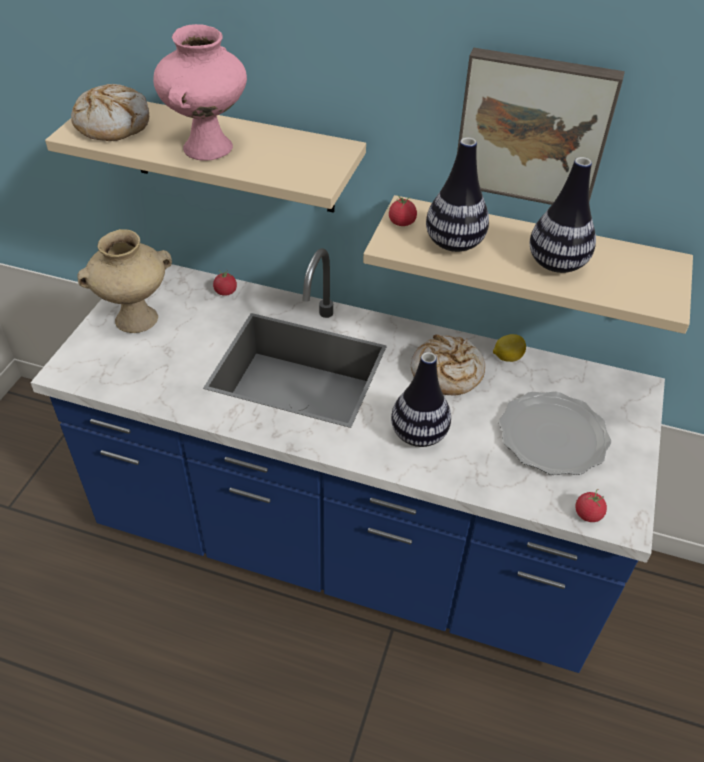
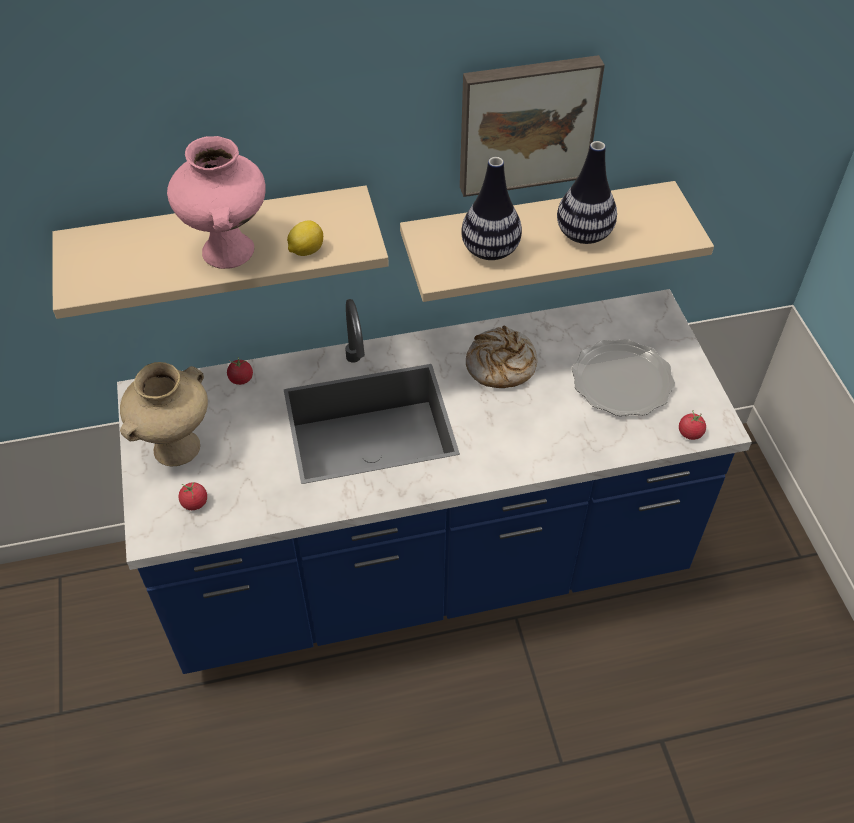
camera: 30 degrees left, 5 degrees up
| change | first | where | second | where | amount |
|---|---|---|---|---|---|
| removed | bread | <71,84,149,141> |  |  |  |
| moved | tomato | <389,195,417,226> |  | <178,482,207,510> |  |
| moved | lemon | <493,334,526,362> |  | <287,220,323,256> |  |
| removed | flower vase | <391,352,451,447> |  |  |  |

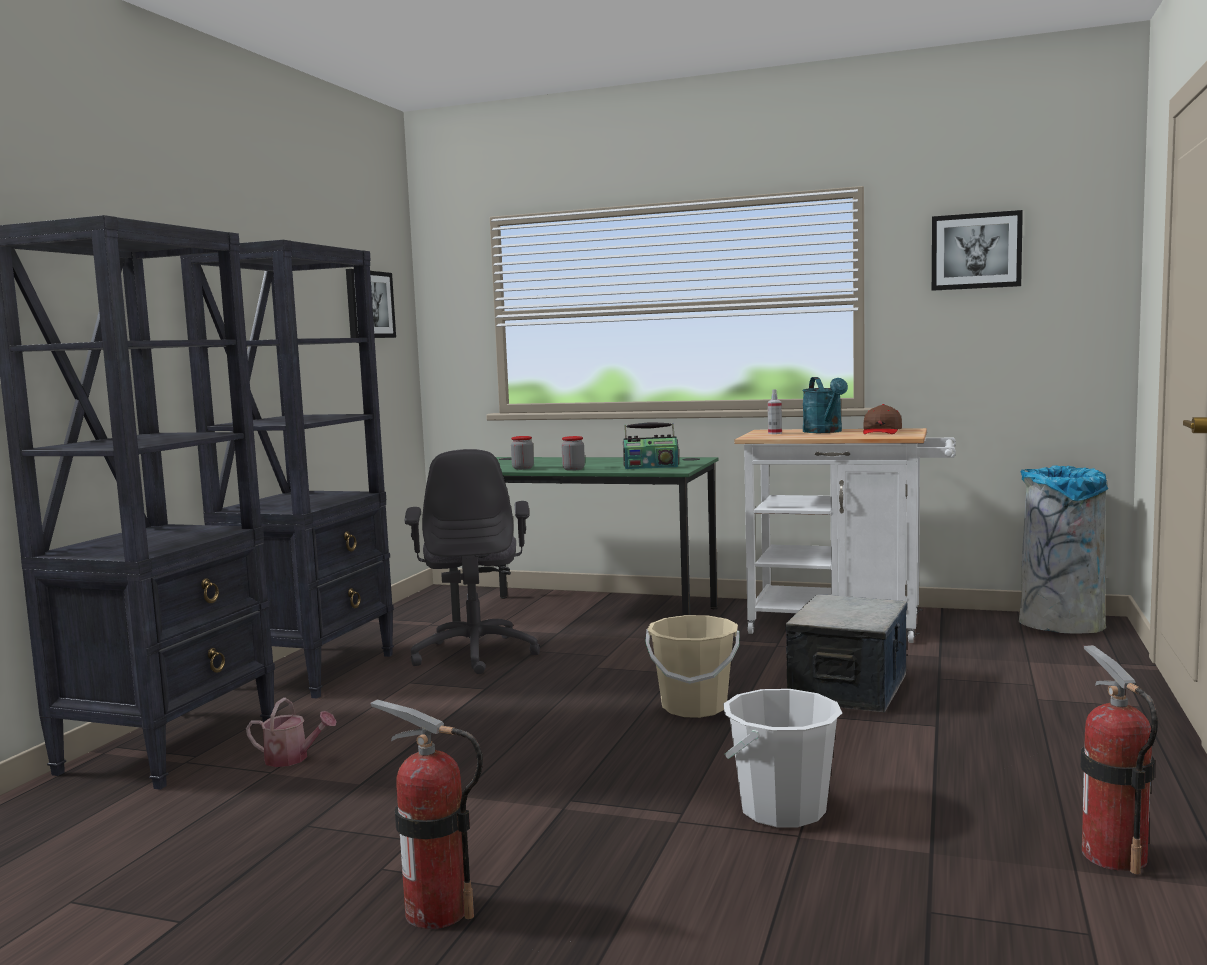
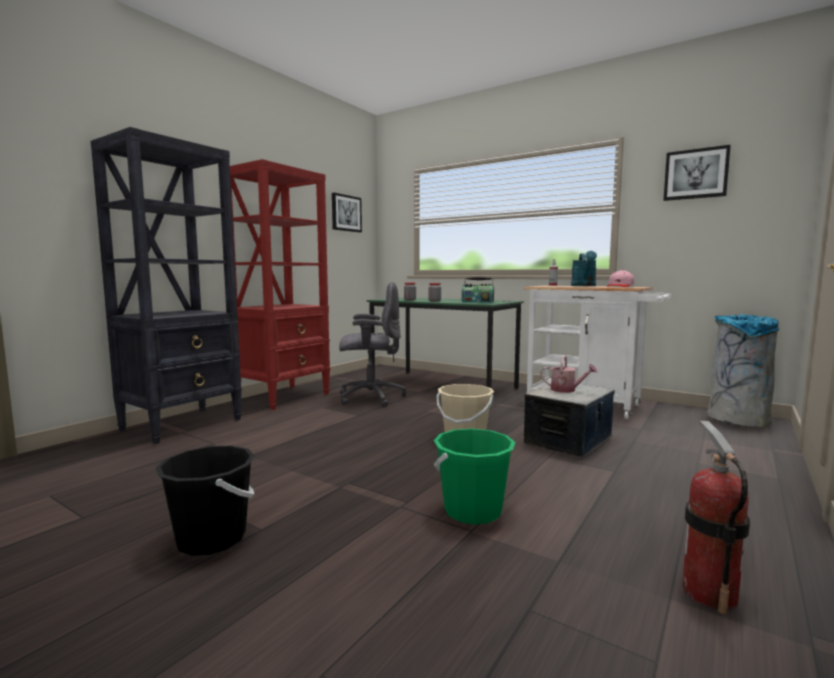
camera: 15 degrees right, 0 degrees up
| change | first | where | second | where | amount |
|---|---|---|---|---|---|
| recoloured | black shelving unit | <180,240,394,699> | red-coloured shelving unit | <230,159,330,410> |  |
| recoloured | brownish peaked cap | <863,404,902,434> | pink peaked cap | <606,270,634,287> |  |
| turned | greyish desk chair | <405,449,540,674> |  | <339,282,406,406> | 105 degrees counterclockwise |
| recoloured | white-coloured water bucket | <723,689,842,828> | green water bucket | <434,428,516,525> |  |
| moved | watering pot | <246,698,337,767> |  | <540,355,598,393> |  |
| replaced | extinguisher | <370,699,483,929> | black water bucket | <155,445,255,556> |  |

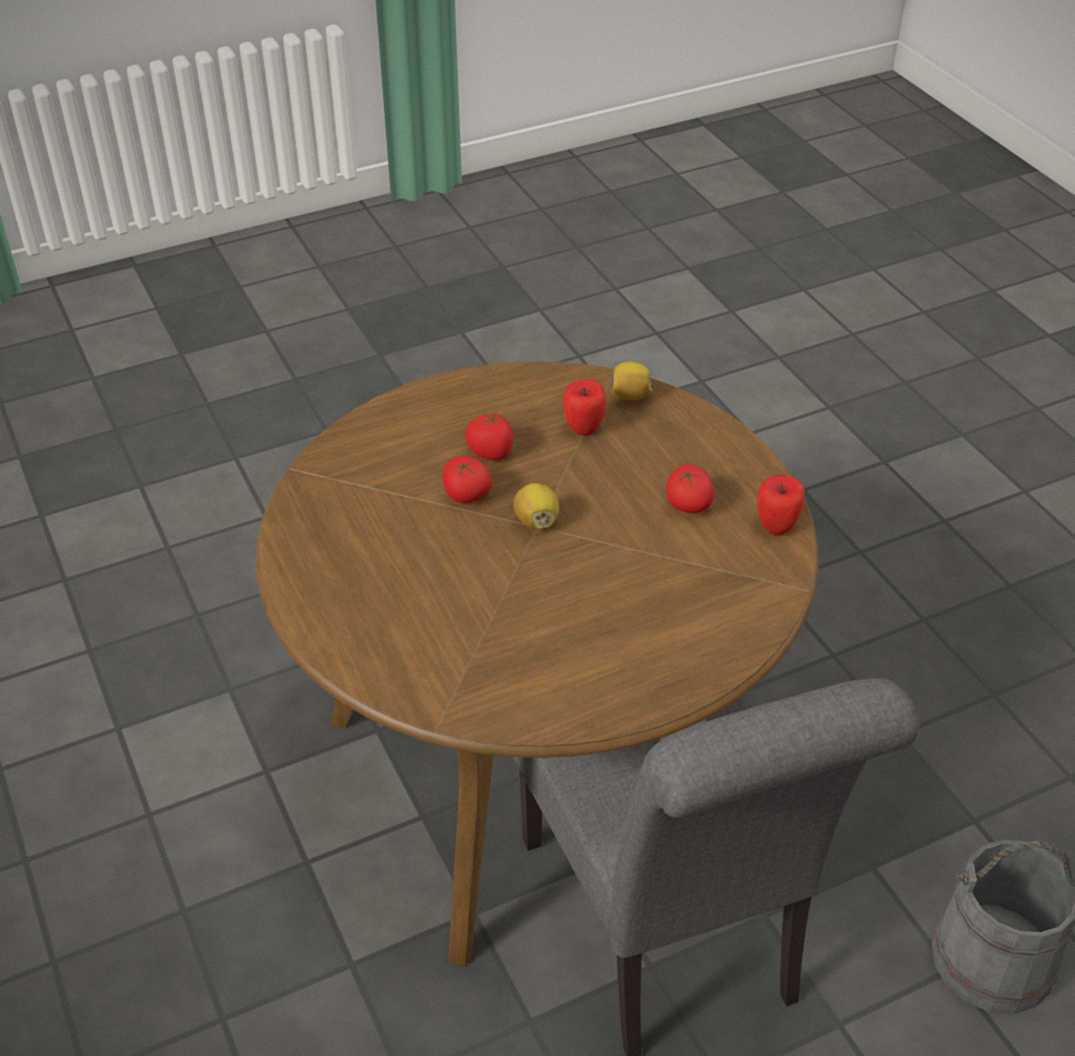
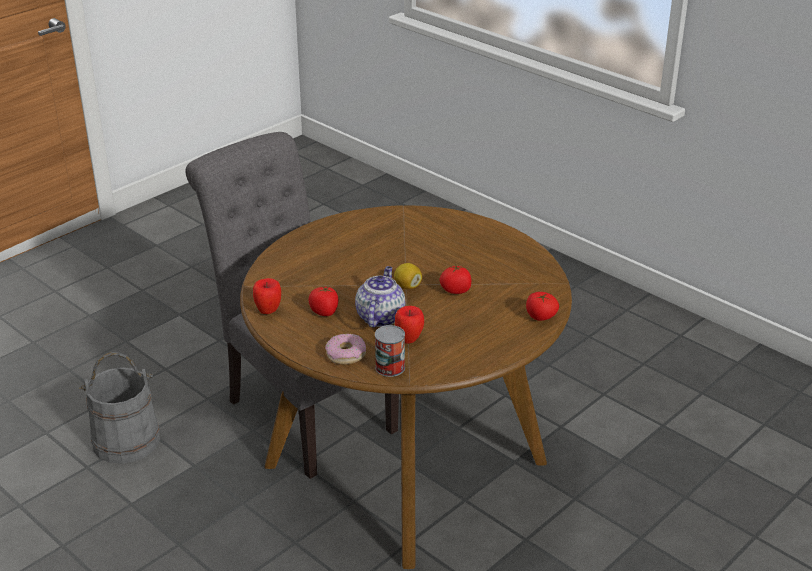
camera: 160 degrees right, 10 degrees down
| change | first | where | second | where | amount |
|---|---|---|---|---|---|
| replaced | lemon | <612,362,652,400> | can | <375,325,405,377> |  |
| moved | tomato | <465,411,513,460> |  | <526,292,559,321> |  |
| added |  |  | pot for tea | <355,266,405,327> |  |
| added |  |  | donut | <325,334,366,365> |  |

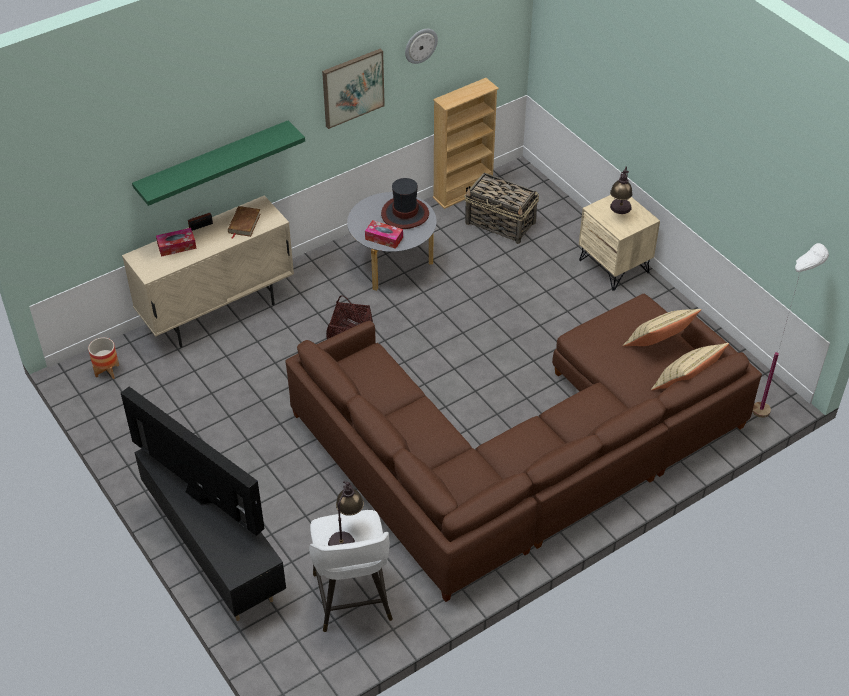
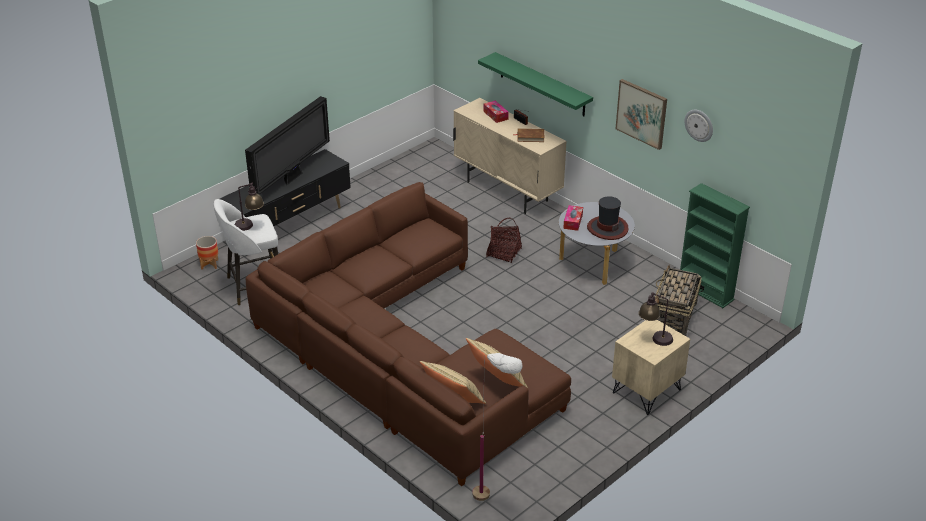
camera: 80 degrees right, 10 degrees down
| change | first | where | second | where | amount |
|---|---|---|---|---|---|
| recoloured | beige-coloured shelving unit | <433,78,499,209> | green shelving unit | <680,183,750,308> |  |
| moved | plant pot | <88,338,119,379> |  | <196,236,218,269> |  |

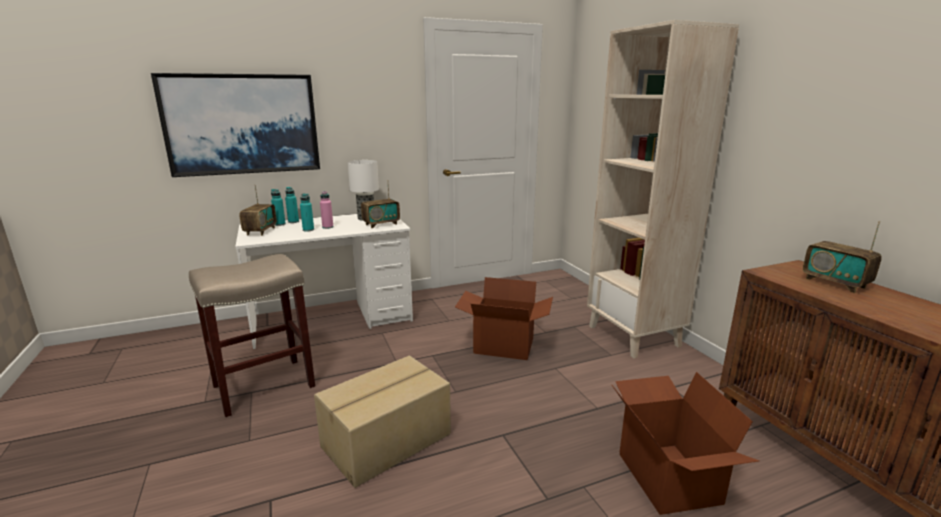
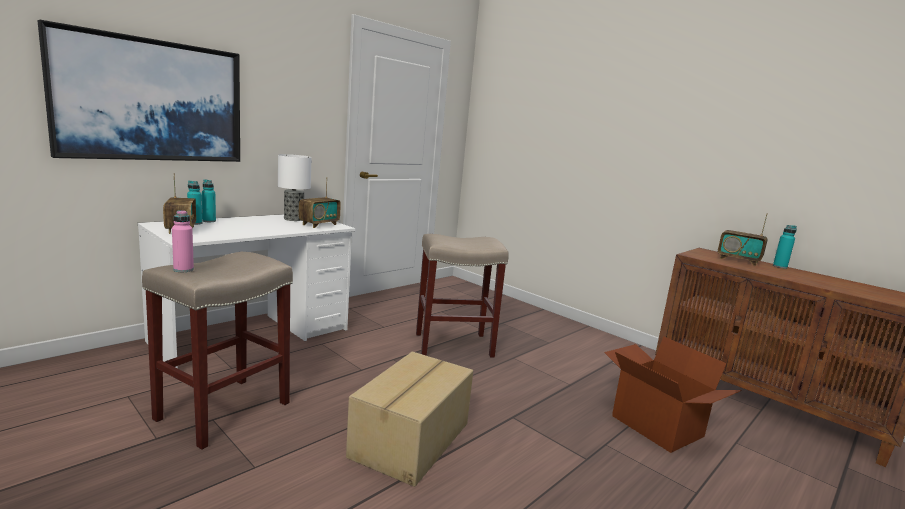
camera: 25 degrees left, 5 degrees down
| change | first | where | second | where | amount |
|---|---|---|---|---|---|
| removed | beige-coloured shelving unit | <587,20,739,358> |  |  |  |
| moved | pink drink bottle | <320,191,334,229> |  | <172,210,194,272> |  |
| moved | turquoise-coloured drink bottle | <300,193,314,232> |  | <773,225,797,269> |  |
| replaced | packing box | <455,277,553,360> | beige-coloured sitting stool | <416,234,509,357> |  |

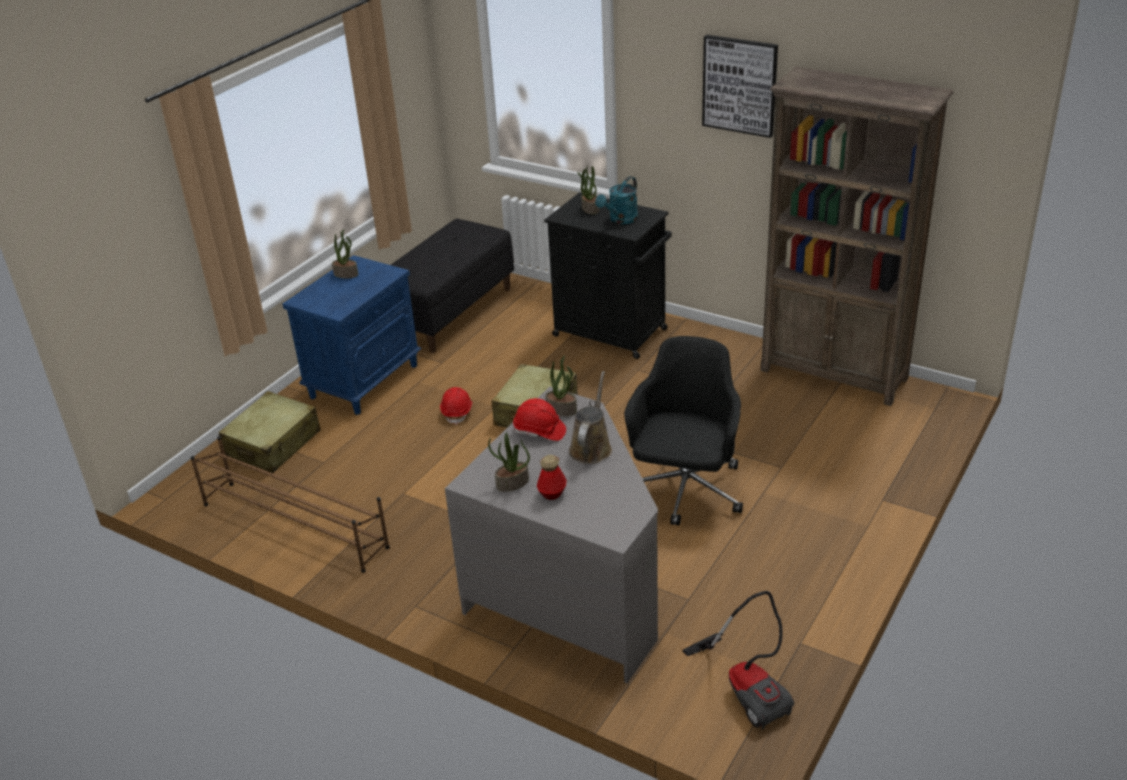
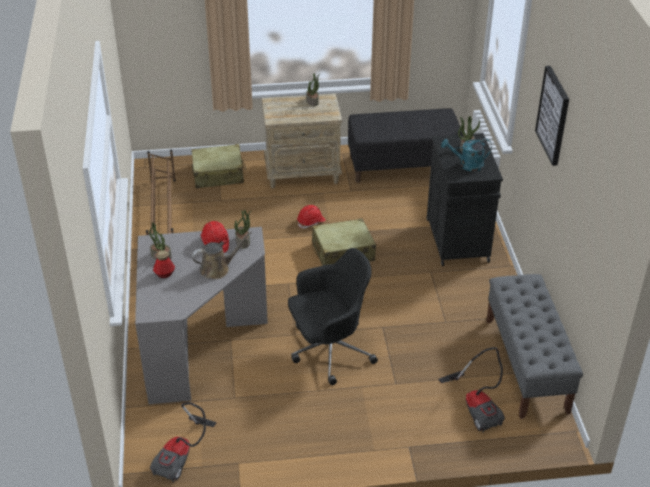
camera: 50 degrees right, 5 degrees up
| change | first | where | second | where | amount |
|---|---|---|---|---|---|
| replaced | brownish shelving unit | <760,67,954,406> | greyish bench | <486,274,583,419> |  |
| recoloured | blue bedside table | <283,255,422,415> | beige-coloured bedside table | <262,93,342,188> |  |
| added |  |  | vacuum | <438,347,505,433> |  |

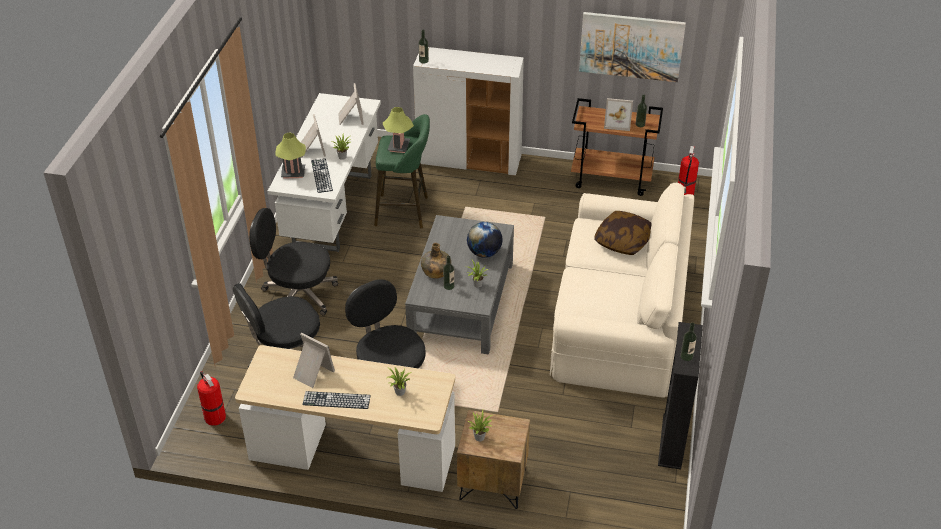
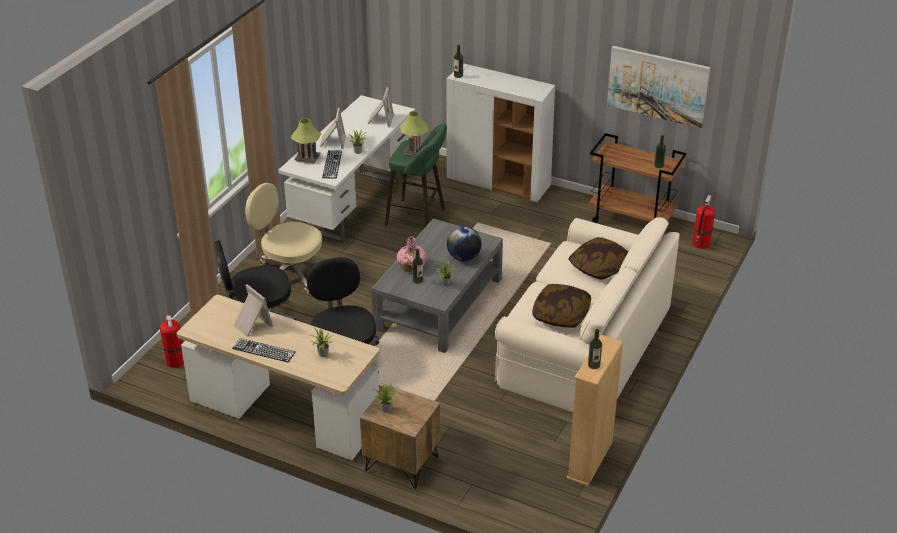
camera: 15 degrees right, 5 degrees down
| change | first | where | second | where | amount |
|---|---|---|---|---|---|
| removed | photo frame | <604,98,633,131> |  |  |  |
| recoloured | black desk chair | <249,208,338,316> | beige-coloured desk chair | <245,183,322,294> |  |
| recoloured | green drink bottle | <421,243,451,279> | pink drink bottle | <397,236,426,272> |  |
| recoloured | black shelving unit | <658,322,703,470> | beige-coloured shelving unit | <566,335,623,486> |  |
| added |  |  | pillow | <532,284,591,328> |  |

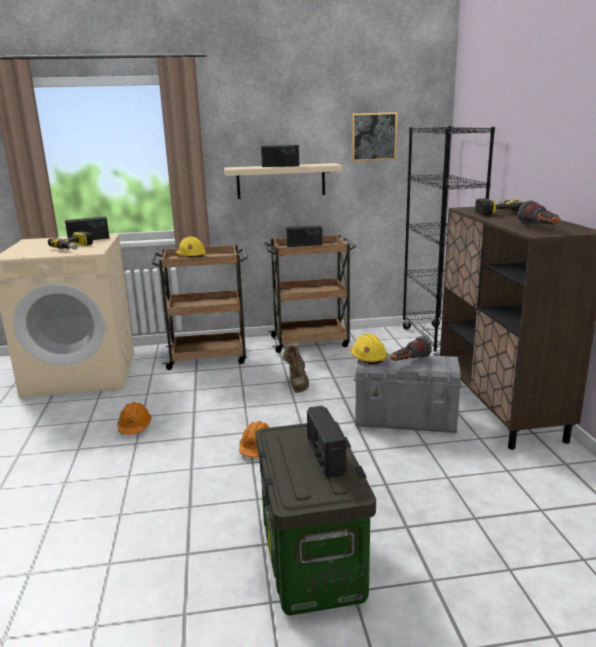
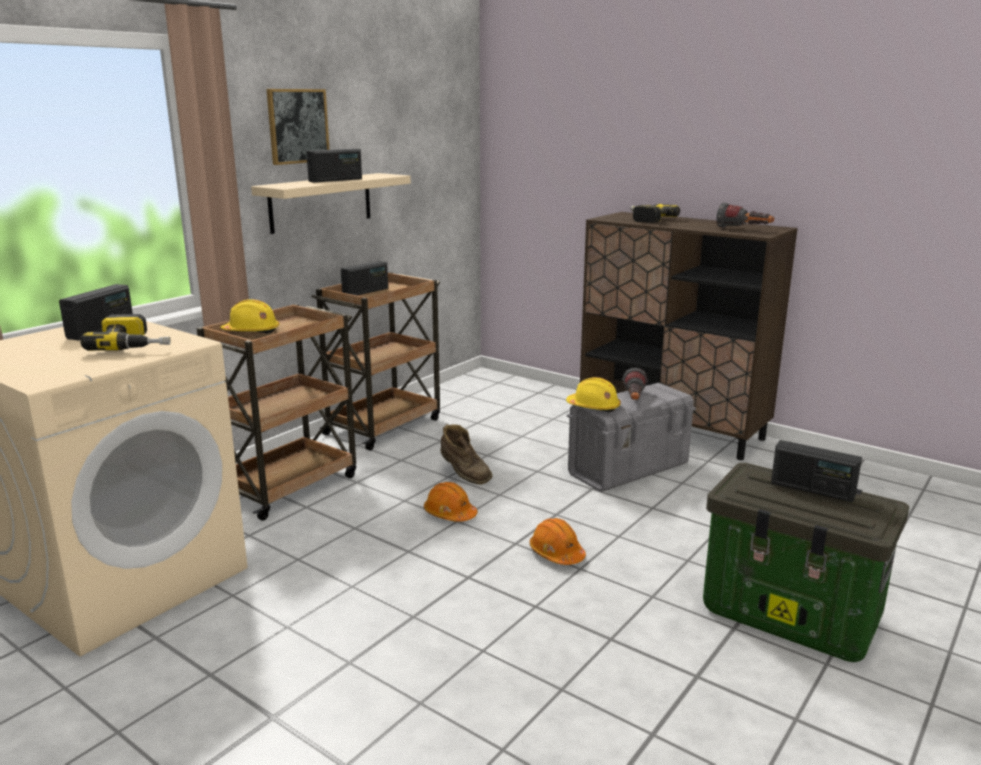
camera: 45 degrees left, 0 degrees up
| change | first | where | second | where | amount |
|---|---|---|---|---|---|
| moved | picture | <352,112,397,161> |  | <266,89,330,165> |  |
| removed | black shelving unit | <402,126,495,356> |  |  |  |
| moved | orange work helmet | <117,402,151,435> |  | <424,482,478,522> |  |

